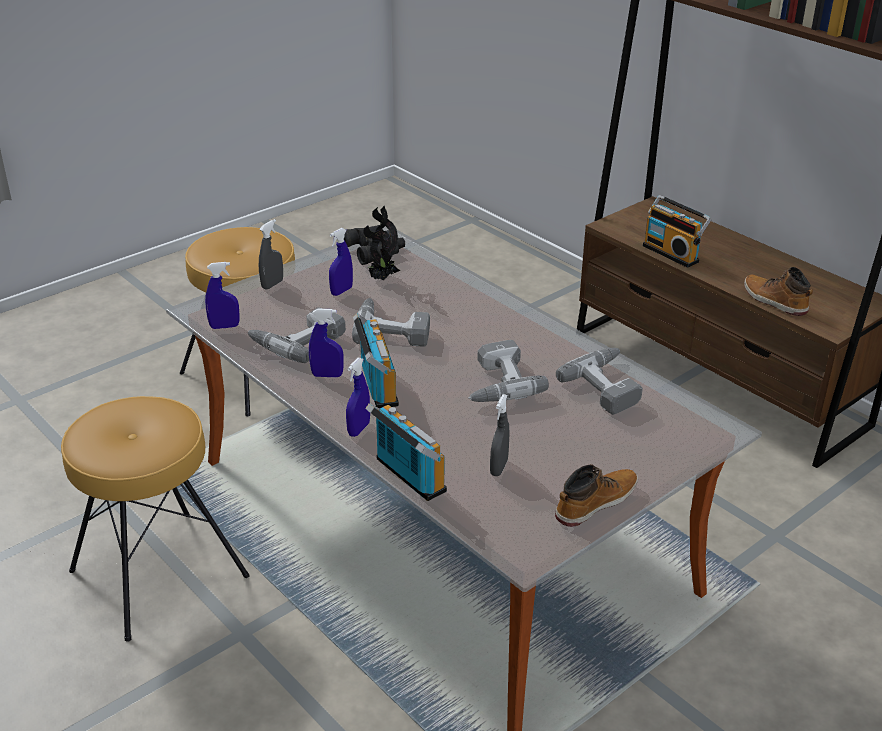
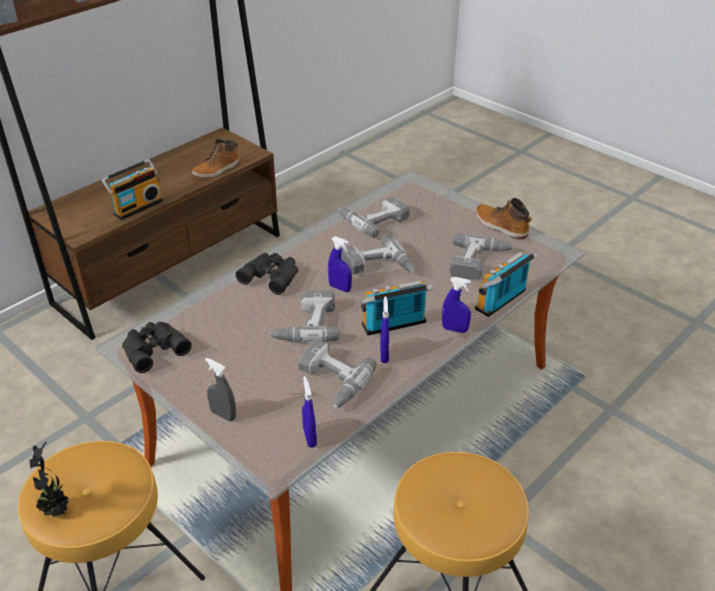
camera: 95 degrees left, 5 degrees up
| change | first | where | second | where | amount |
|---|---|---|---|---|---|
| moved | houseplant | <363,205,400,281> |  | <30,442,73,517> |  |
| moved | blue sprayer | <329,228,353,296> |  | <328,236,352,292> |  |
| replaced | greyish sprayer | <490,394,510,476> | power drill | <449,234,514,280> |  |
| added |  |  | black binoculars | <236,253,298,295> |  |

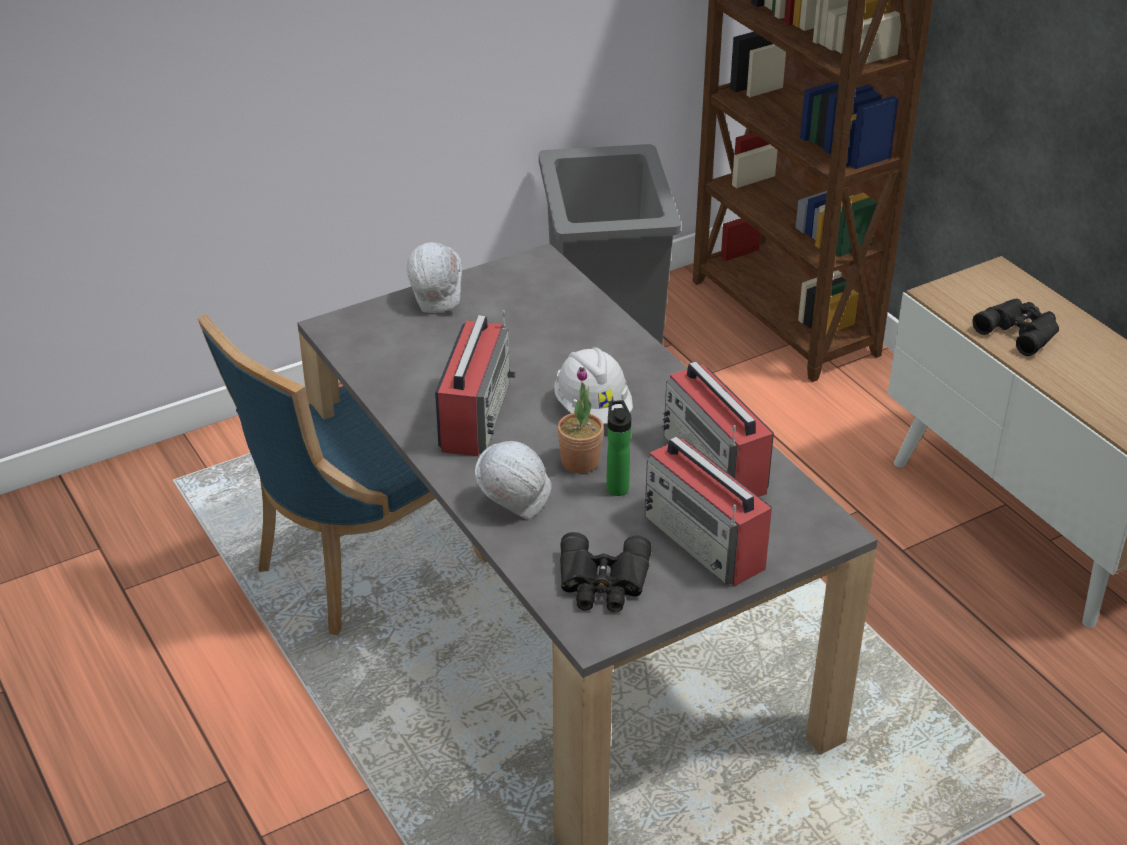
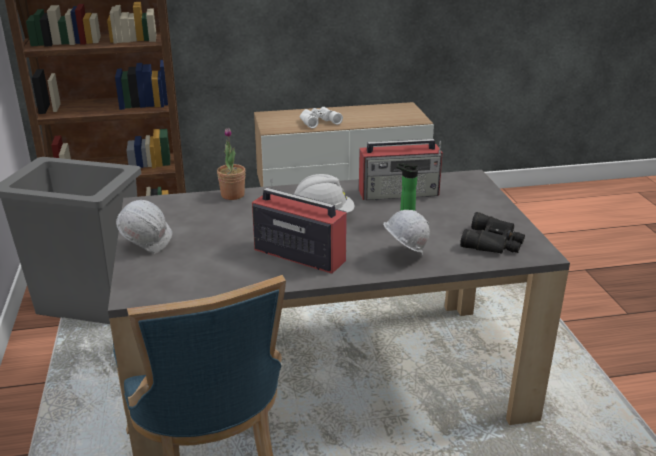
camera: 70 degrees left, 10 degrees down
| change | first | where | second | where | amount |
|---|---|---|---|---|---|
| recoloured | black binoculars | <972,298,1059,356> | white-coloured binoculars | <300,107,343,129> |  |
| moved | houseplant | <557,367,604,473> |  | <217,128,246,200> |  |
| removed | radio | <645,436,772,586> |  |  |  |

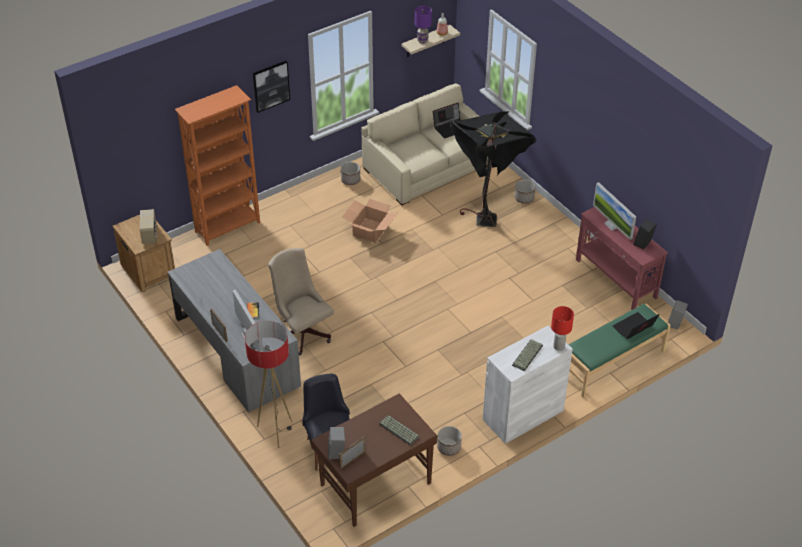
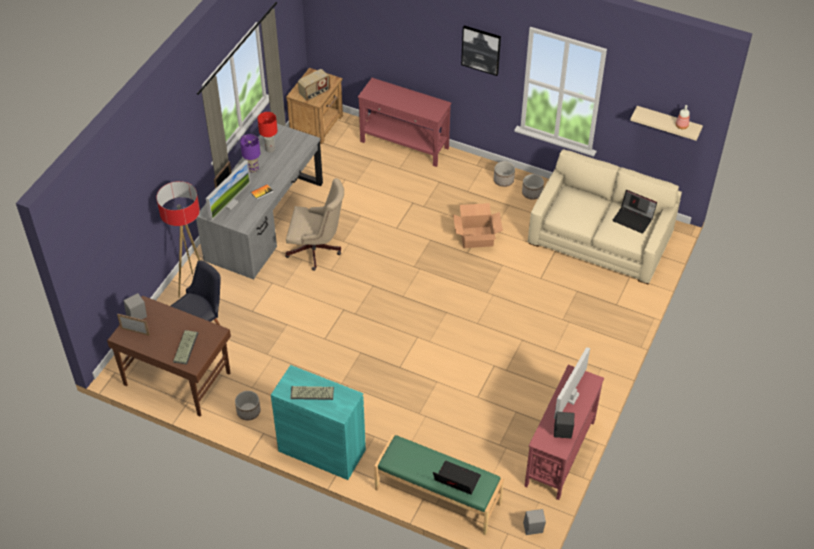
camera: 60 degrees right, 5 degrees up
| change | first | where | second | where | amount |
|---|---|---|---|---|---|
| moved | purple table lamp | <415,6,432,44> |  | <240,134,260,173> |  |
| replaced | orange shelving unit | <175,85,260,246> | red-coloured narrow table | <358,78,451,167> |  |
| removed | black standard lamp | <450,111,536,227> |  |  |  |
| moved | plant pot | <515,180,535,204> |  | <494,161,515,187> |  |
| turned | beige-coloured desk chair | <268,248,334,356> |  | <285,178,344,271> | 75 degrees clockwise |
| moved | red-coloured table lamp | <551,306,574,351> |  | <257,112,278,153> |  |
| recoloured | white-coloured storage cabinet | <483,326,573,444> | turquoise-coloured storage cabinet | <271,365,366,480> |  |

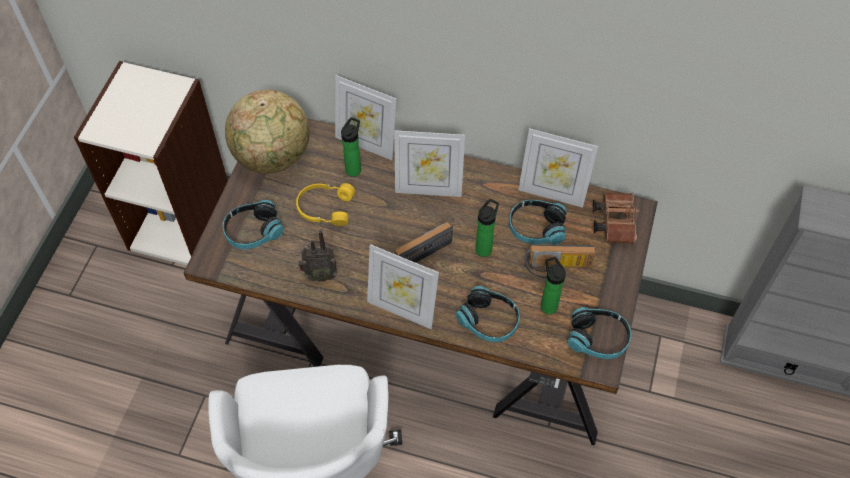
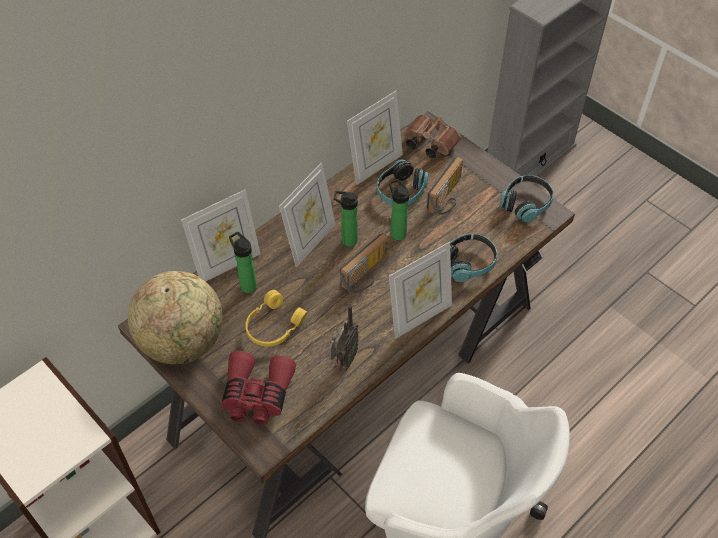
camera: 60 degrees left, 5 degrees down
| change | first | where | second | where | amount |
|---|---|---|---|---|---|
| replaced | headphones | <223,200,284,249> | red-coloured binoculars | <221,351,296,425> |  |
| turned | radio | <394,222,453,263> |  | <340,233,388,293> | 135 degrees counterclockwise |
| moved | drink bottle | <541,256,566,314> |  | <334,191,358,247> |  |

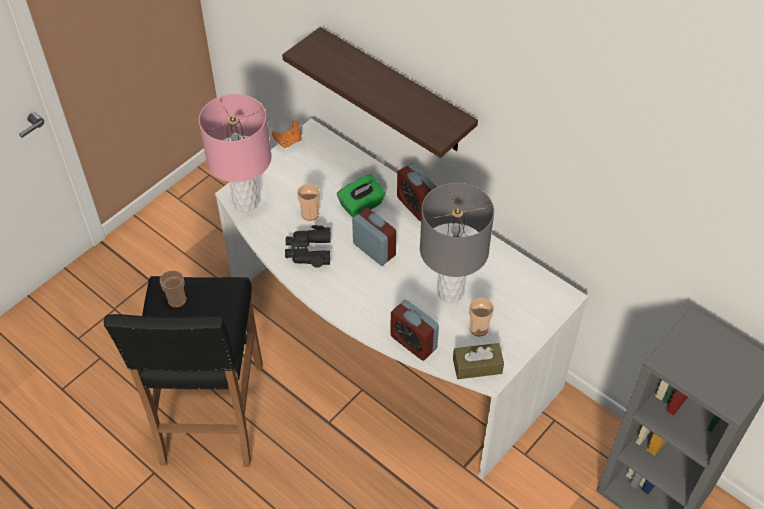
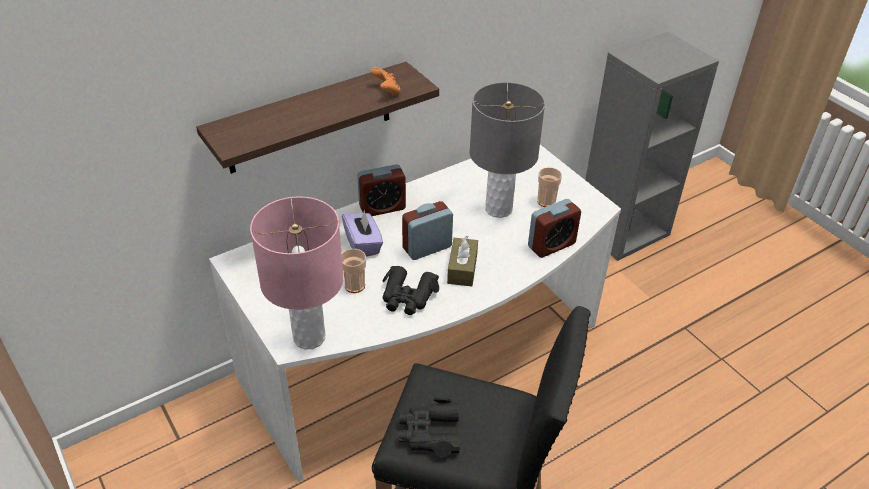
camera: 75 degrees left, 10 degrees down
| change | first | where | second | where | amount |
|---|---|---|---|---|---|
| moved | orange joypad | <272,121,301,148> |  | <371,67,400,96> |  |
| recoloured | green tissue box | <337,174,386,218> | purple tissue box | <342,209,383,257> |  |
| replaced | drinking cup | <160,270,186,308> | black binoculars | <399,398,460,457> |  |
| moved | brownish tissue box | <453,343,504,379> |  | <447,236,478,286> |  |

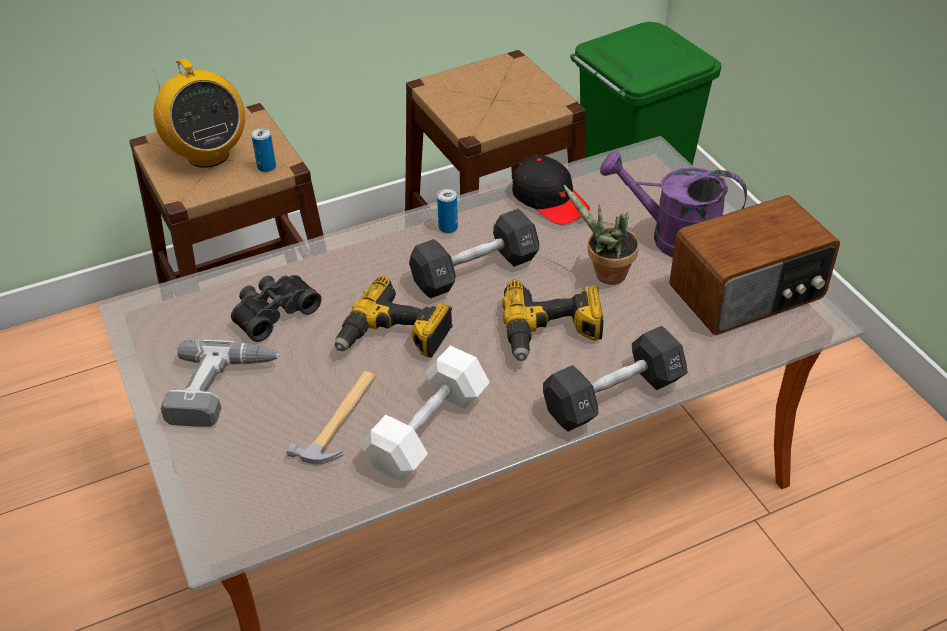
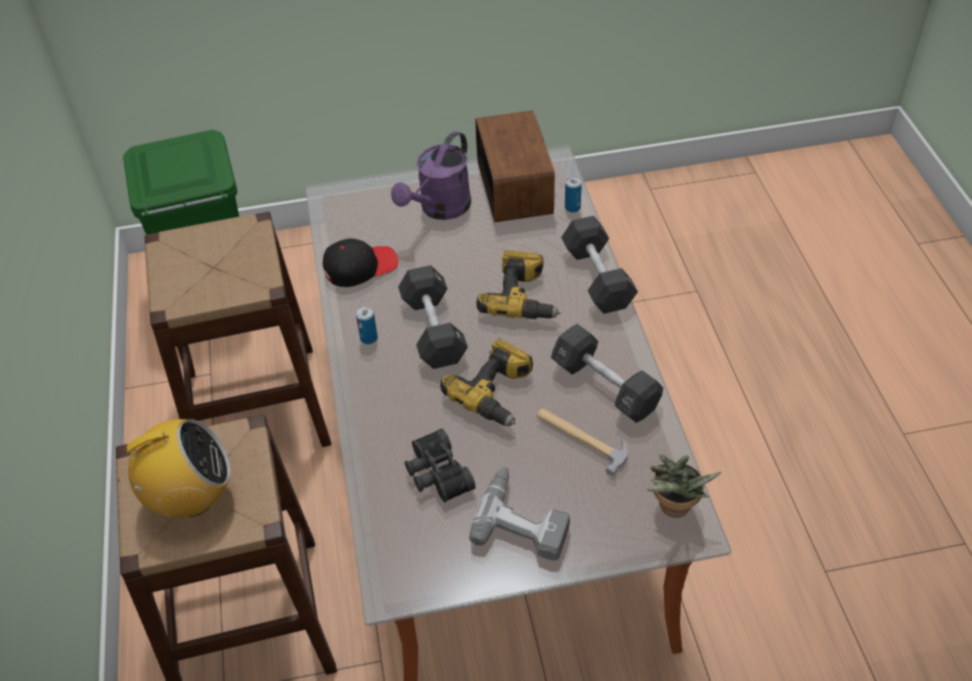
camera: 75 degrees left, 5 degrees up
| change | first | where | second | where | amount |
|---|---|---|---|---|---|
| moved | can | <251,128,276,172> |  | <565,177,582,213> |  |
| moved | houseplant | <563,185,639,285> |  | <646,454,721,518> |  |
| recoloured | white-coloured hand weight | <360,346,490,482> | black hand weight | <551,324,663,423> |  |

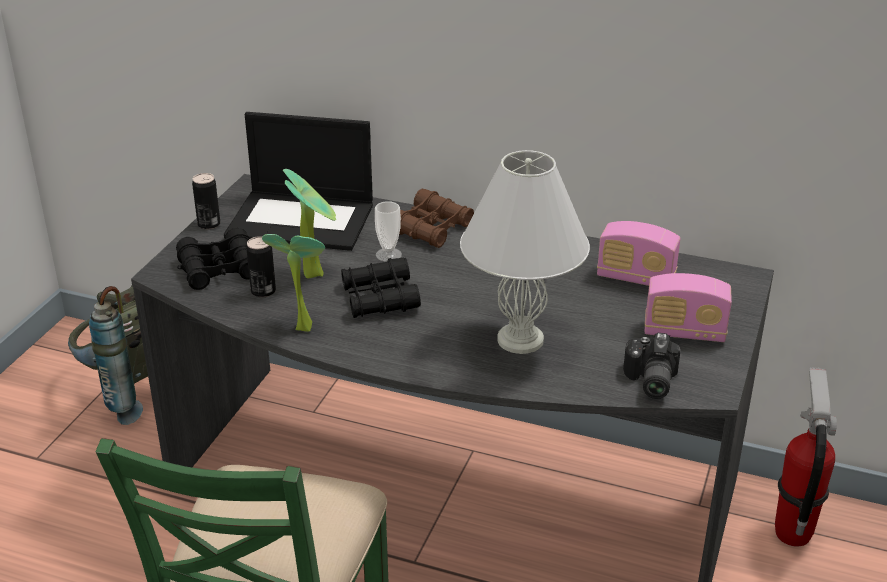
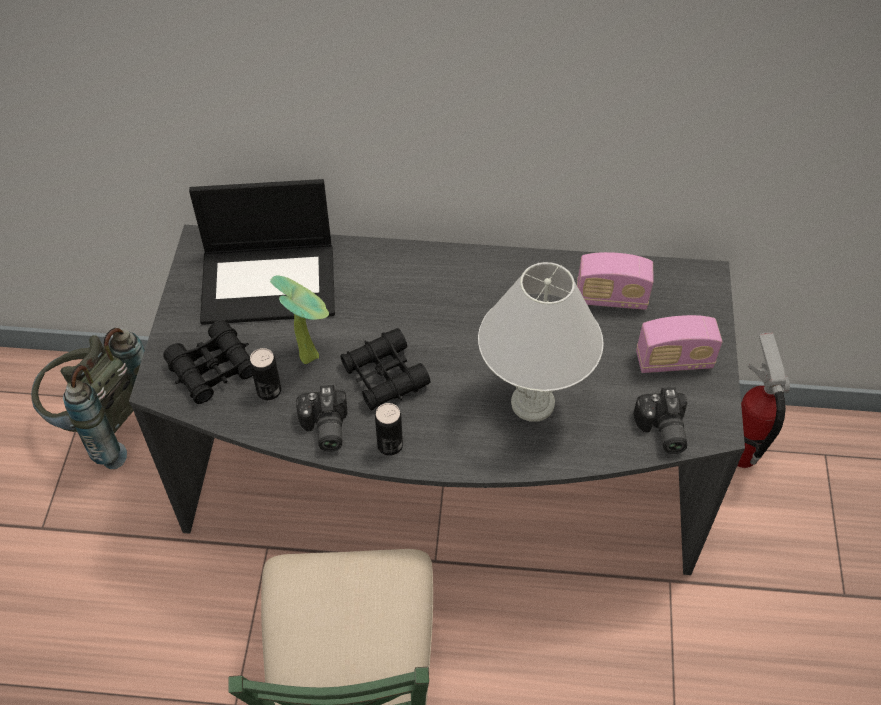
camera: 15 degrees left, 20 degrees up
| change | first | where | second | where | amount |
|---|---|---|---|---|---|
| moved | can | <192,173,221,229> |  | <375,403,403,456> |  |
| removed | brownish binoculars | <399,189,474,248> |  |  |  |
| removed | drinking cup | <375,201,402,262> |  |  |  |
| replaced | houseplant | <262,234,325,332> | still camera | <296,385,348,452> |  |

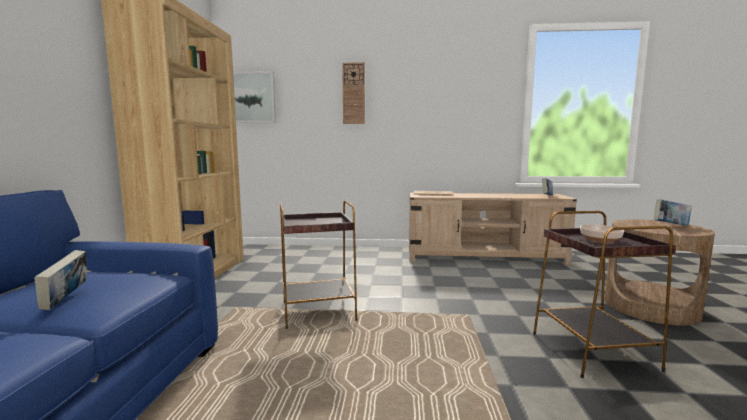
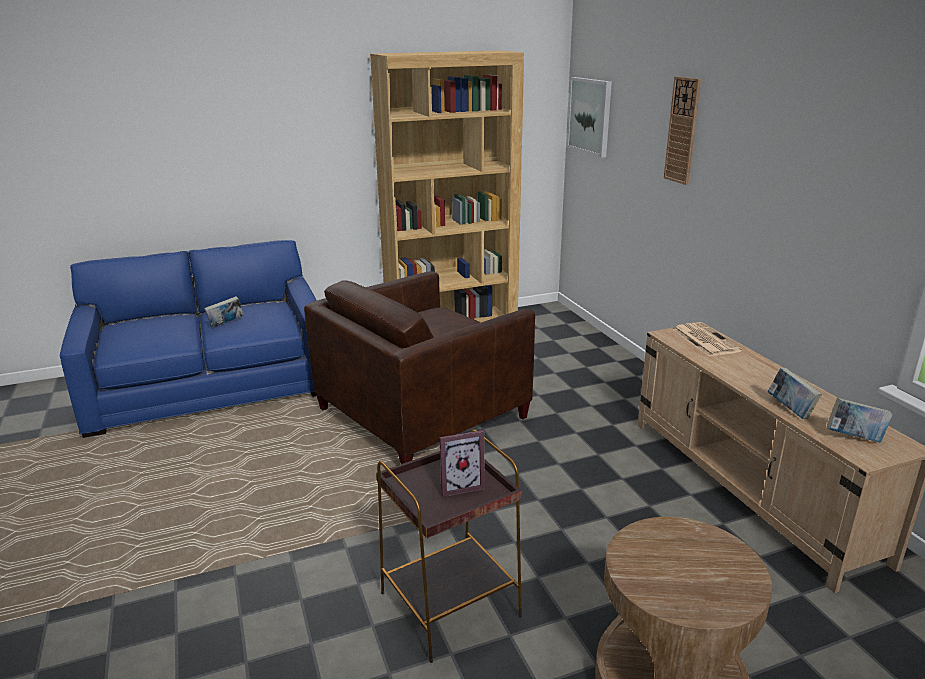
camera: 65 degrees right, 15 degrees up
| change | first | where | second | where | amount |
|---|---|---|---|---|---|
| replaced | brownish end table | <280,200,357,329> | brownish lounge chair | <304,271,535,464> |  |
| moved | volume | <654,200,692,226> |  | <768,368,822,419> |  |
| replaced | bowl | <580,225,624,243> | photo frame | <440,430,485,497> |  |

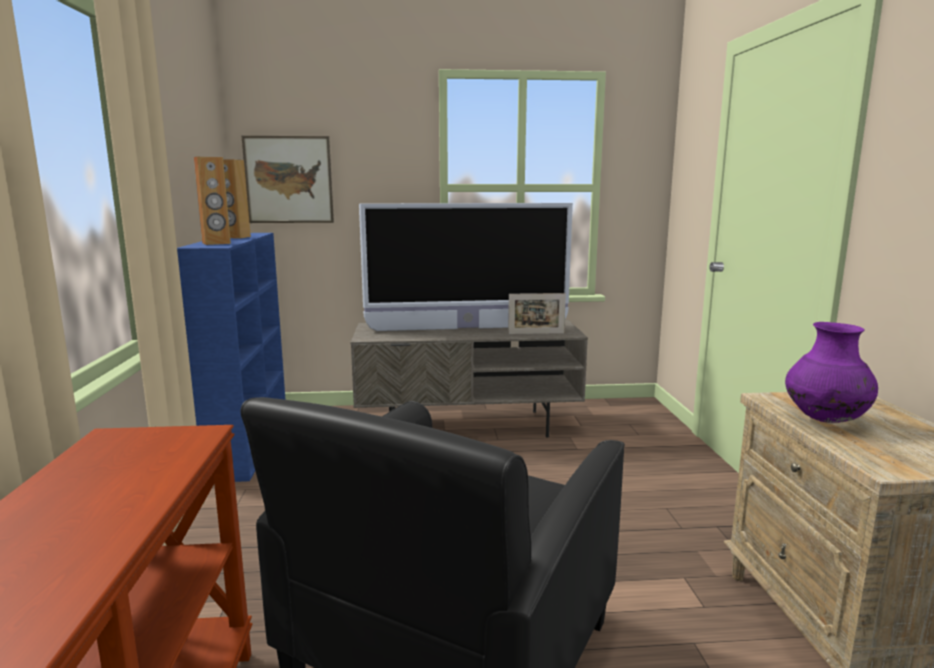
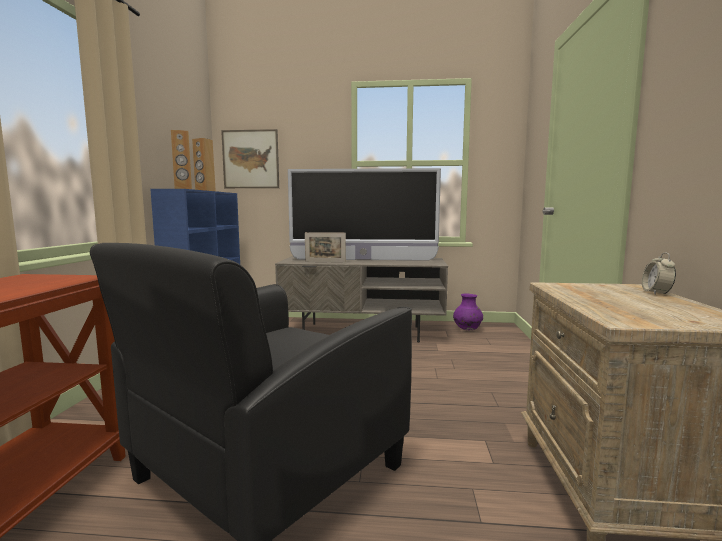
camera: 10 degrees right, 5 degrees down
| change | first | where | second | where | amount |
|---|---|---|---|---|---|
| moved | photo frame | <508,293,566,334> |  | <305,232,346,263> |  |
| moved | purple flower vase | <785,322,878,423> |  | <453,293,483,330> |  |
| added |  |  | bedside clock | <642,252,676,294> |  |

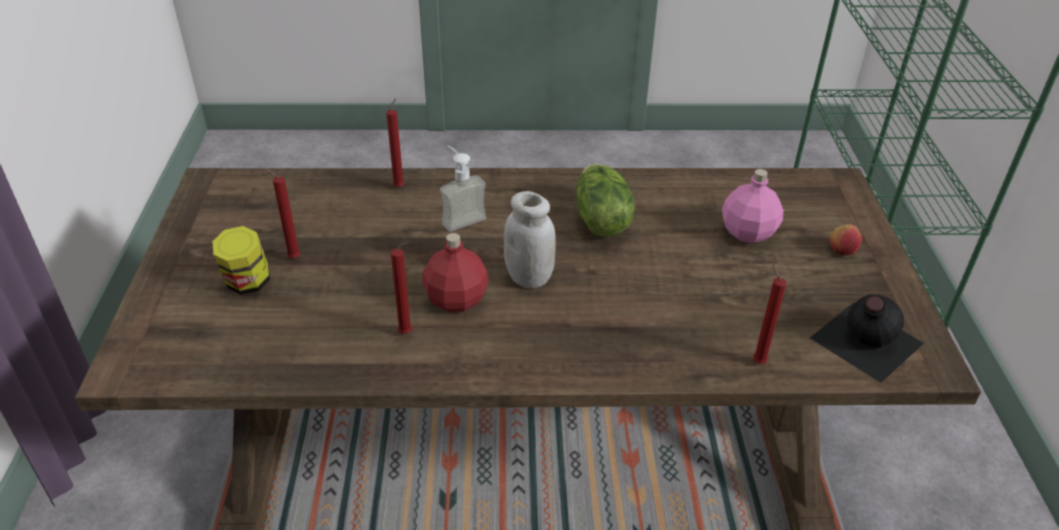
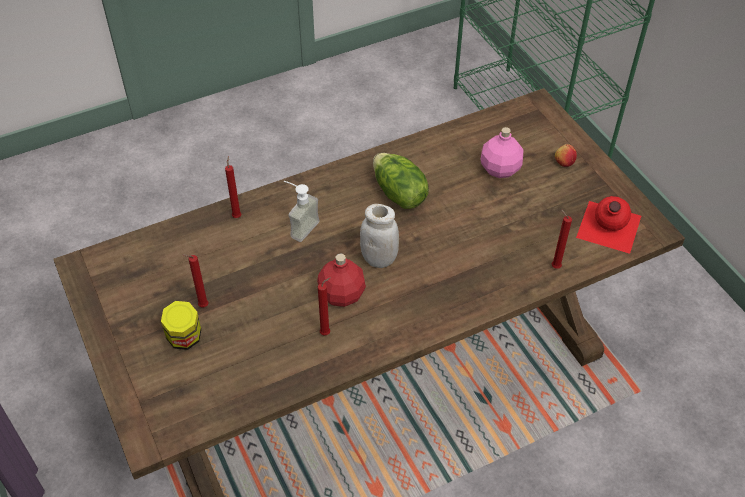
camera: 25 degrees left, 10 degrees up
| change | first | where | second | where | amount |
|---|---|---|---|---|---|
| recoloured | black drink bottle | <810,294,924,383> | red-coloured drink bottle | <576,196,641,254> |  |

